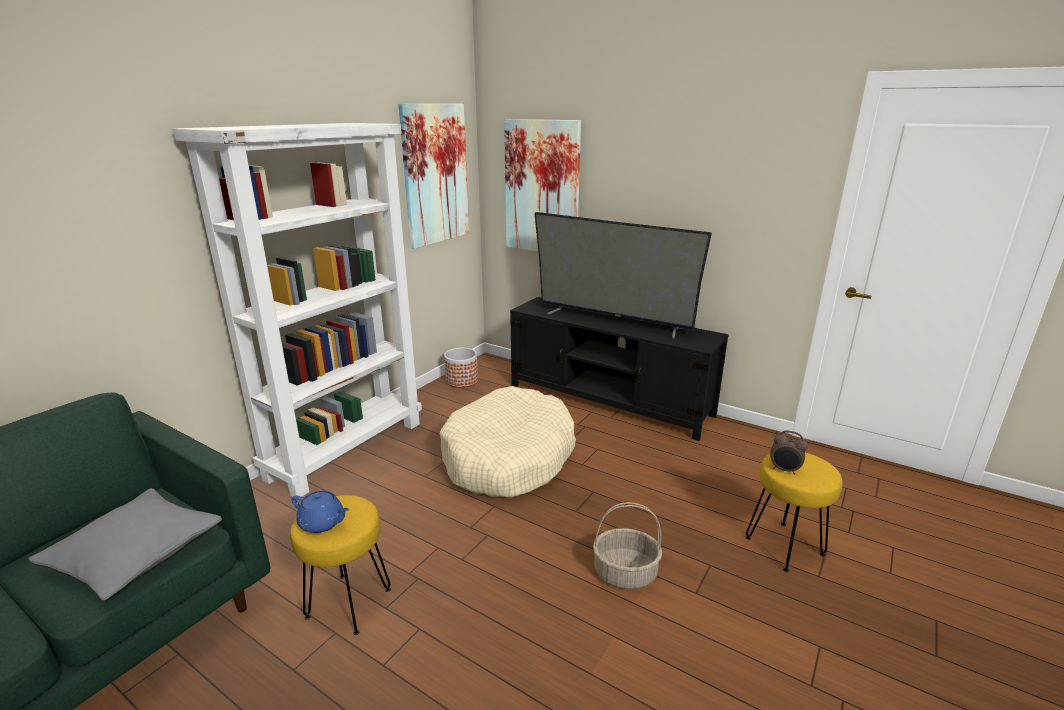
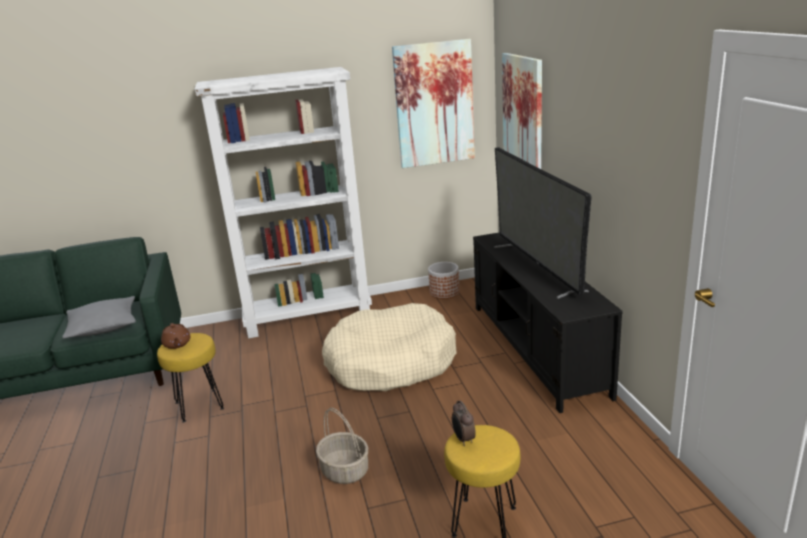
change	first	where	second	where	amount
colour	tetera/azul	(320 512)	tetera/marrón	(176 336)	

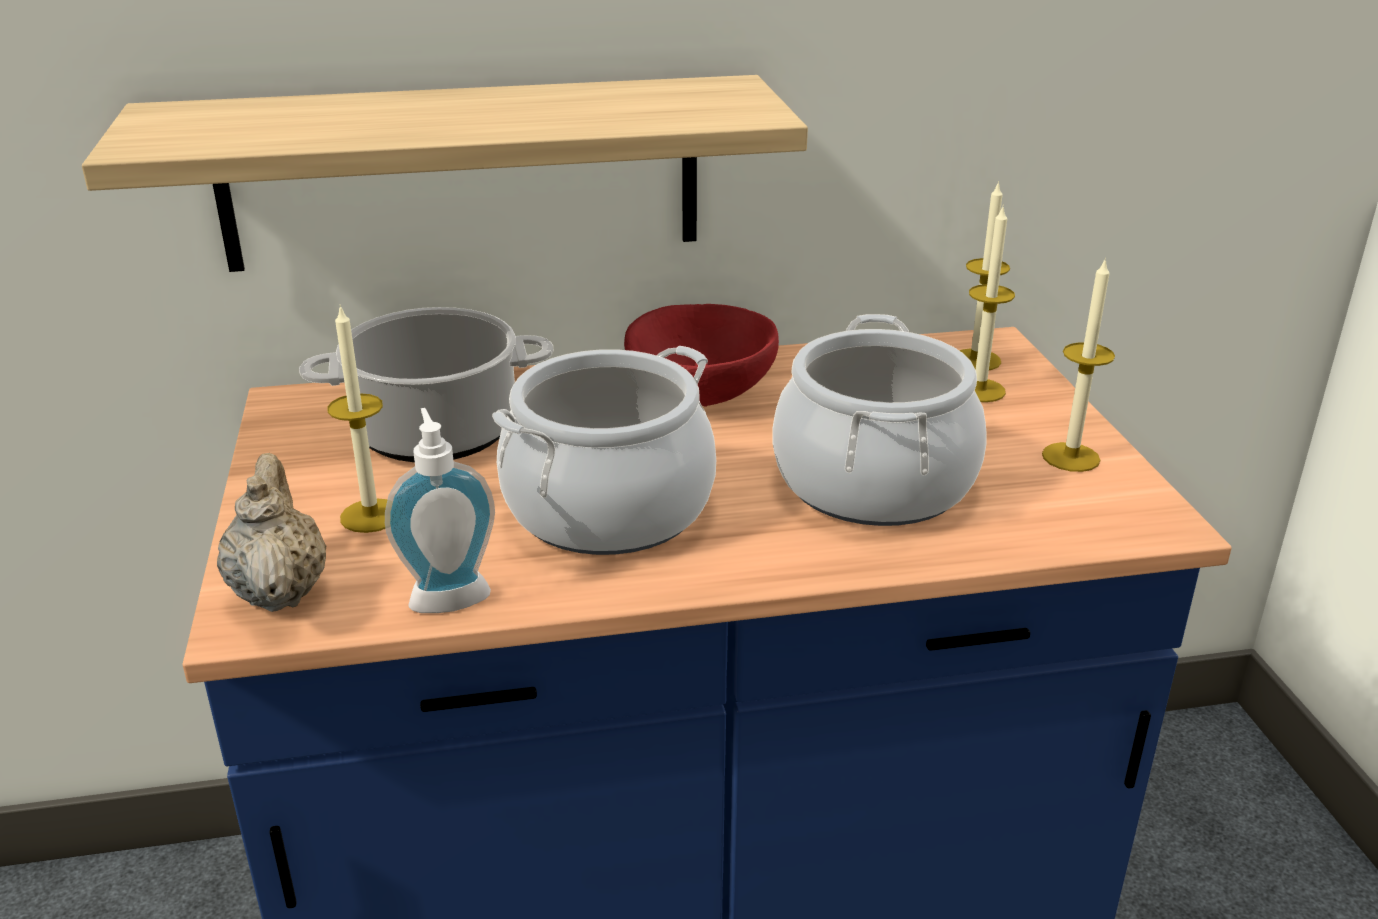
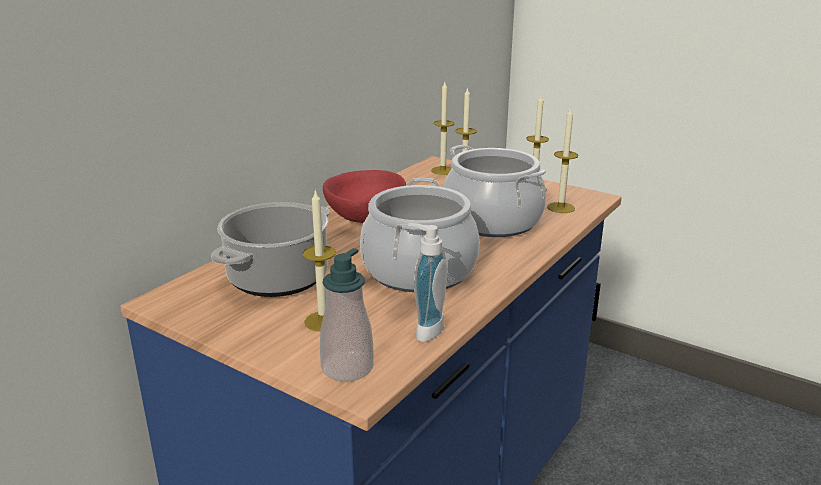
change	first	where	second	where	amount
missing	estante	(445 173)			
exchanged	tetera/beis	(271 532)	dispensador de jabón	(347 315)	
appeared			vela	(562 160)	

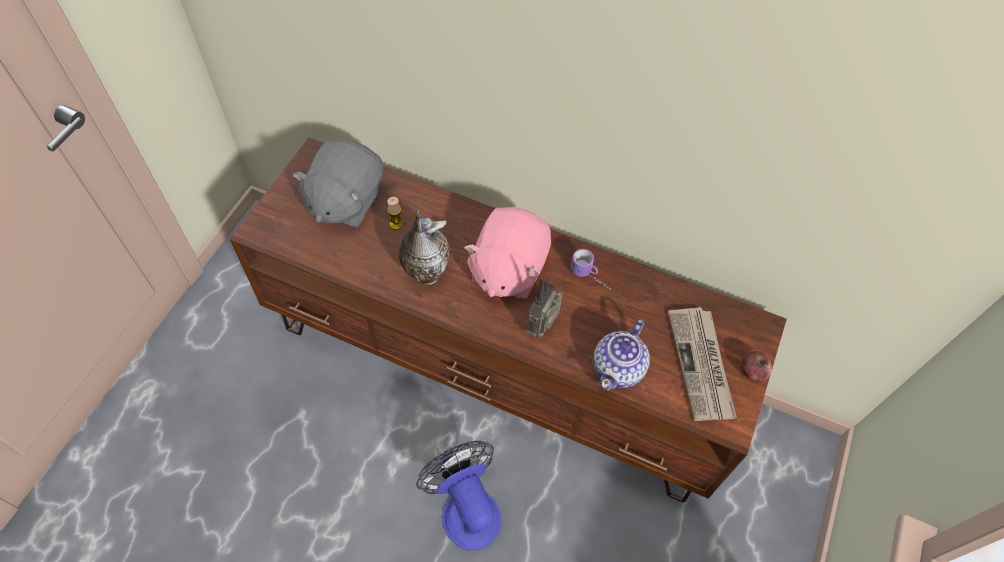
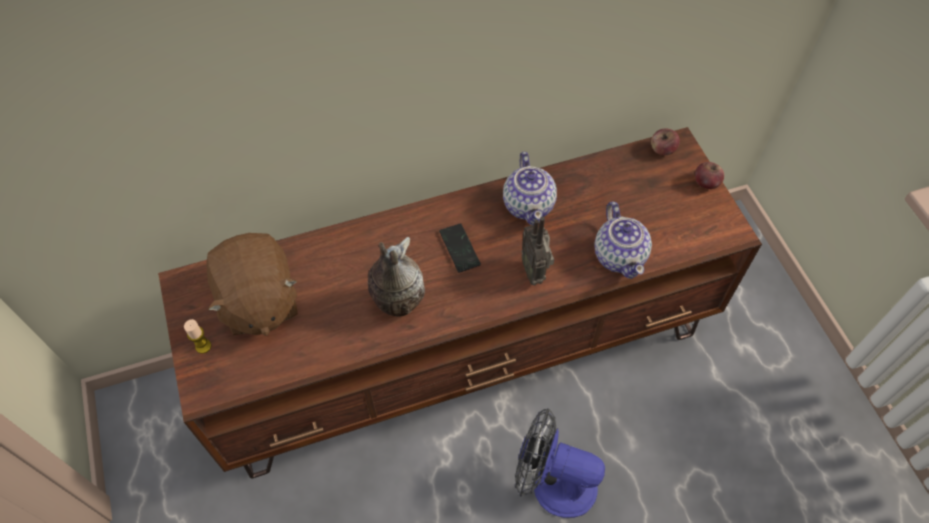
change	first	where	second	where	amount
colour	peluche/gris	(338 183)	peluche/marrón	(252 284)	
relocated	vela	(395 213)		(197 336)	
exchanged	peluche/rosa	(507 253)	móvil	(460 248)	
exchanged	taza grande	(591 269)	tetera	(530 188)	
missing	periódico	(702 364)			
appeared			manzana	(665 141)	

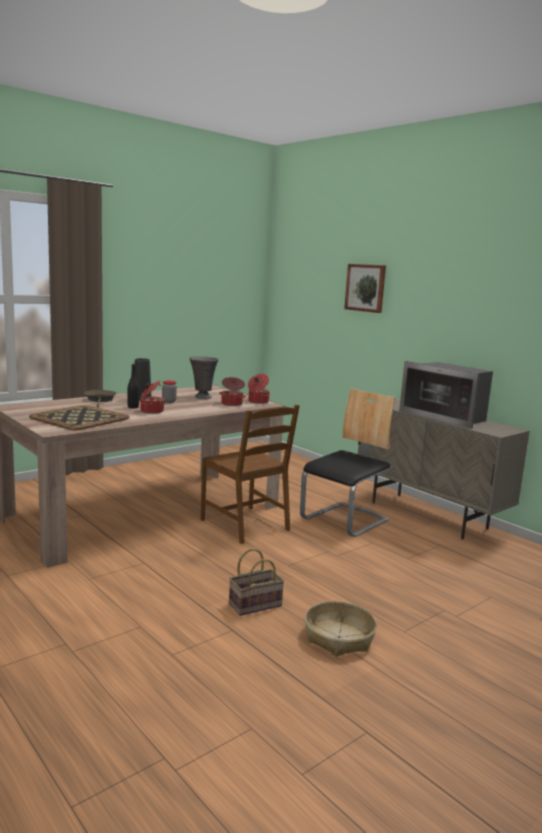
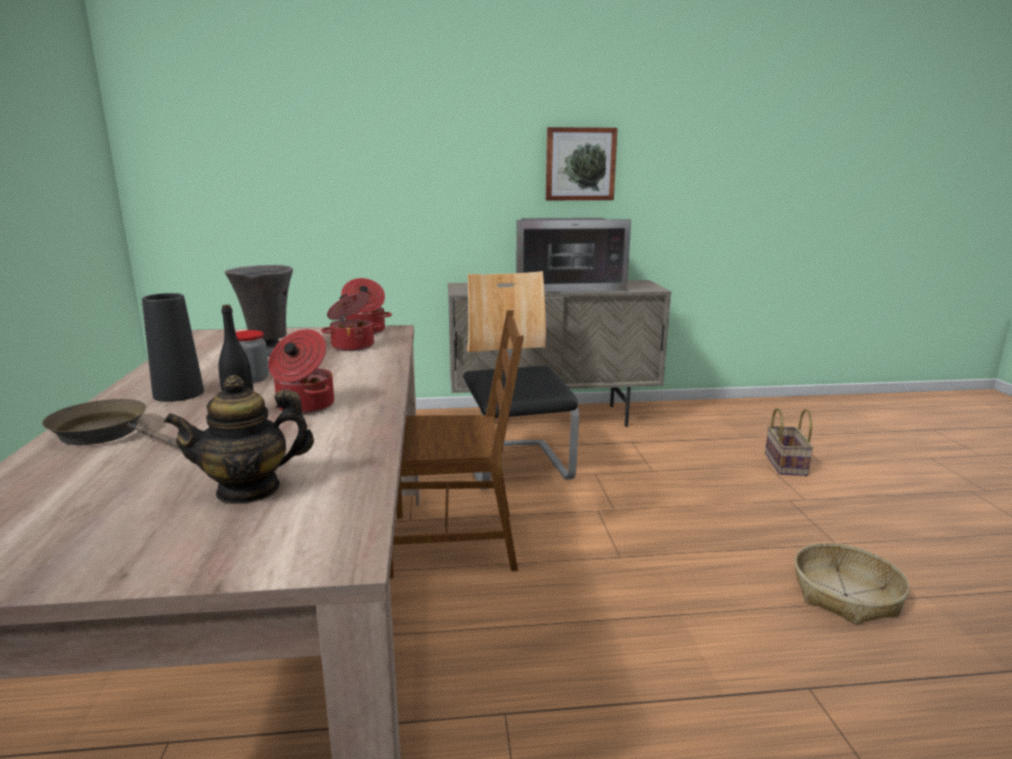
change	first	where	second	where	amount
exchanged	bandeja	(79 417)	tetera	(239 439)	
relocated	cesta	(256 582)		(789 442)	
relocated	cuadro	(365 288)		(582 163)	

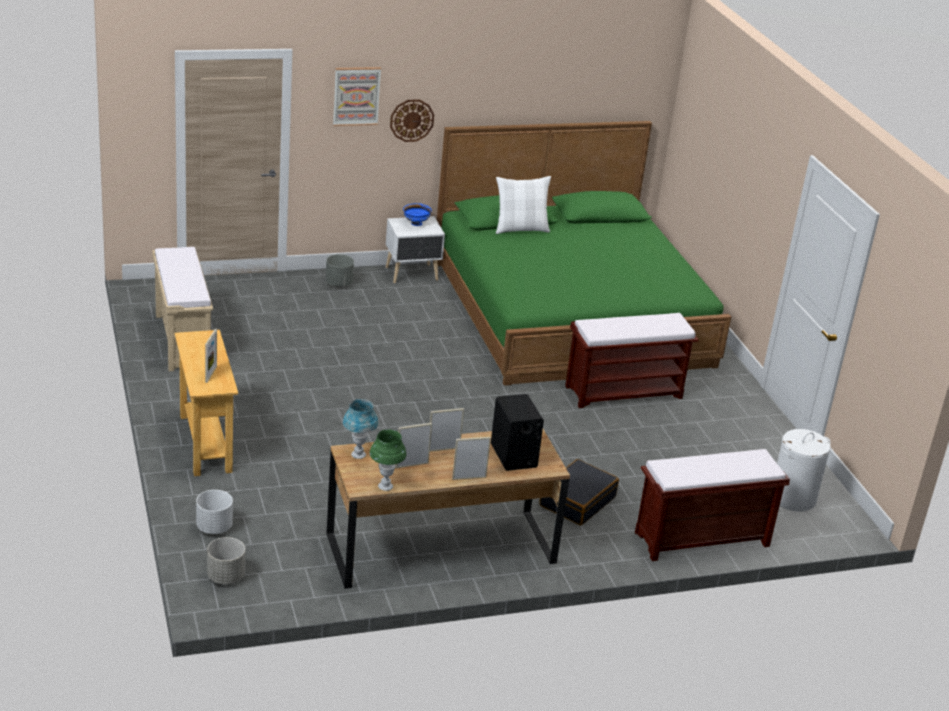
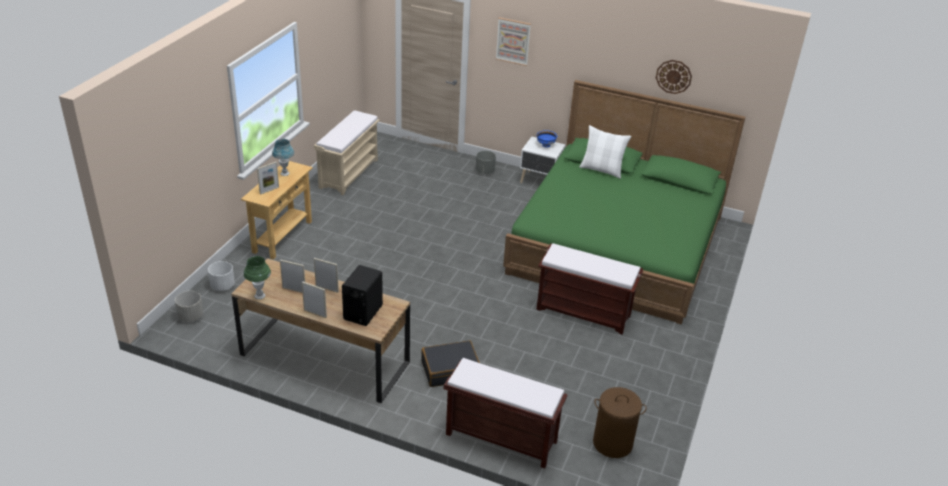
change	first	where	second	where	amount
relocated	lámpara de mesa/azul	(360 429)		(283 157)	
relocated	reloj de pared	(412 120)		(674 77)	
colour	cesto de la ropa/blanco	(804 470)	cesto de la ropa/marrón	(620 422)	

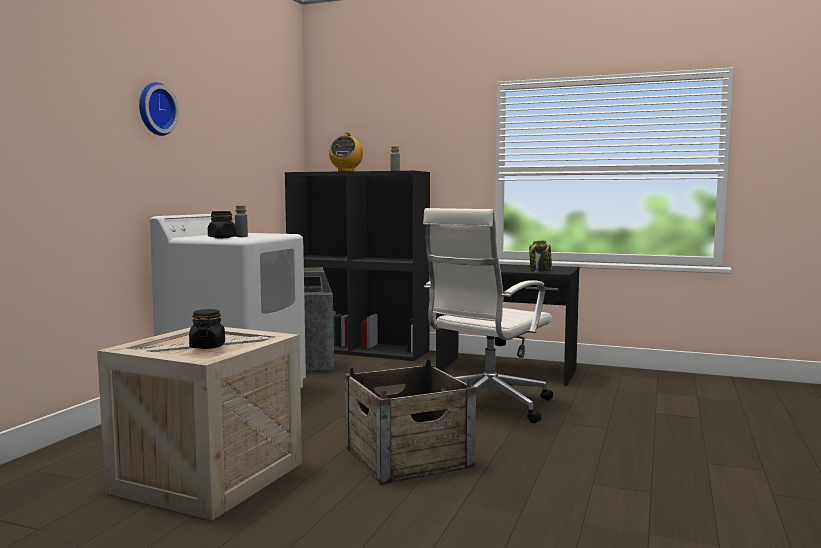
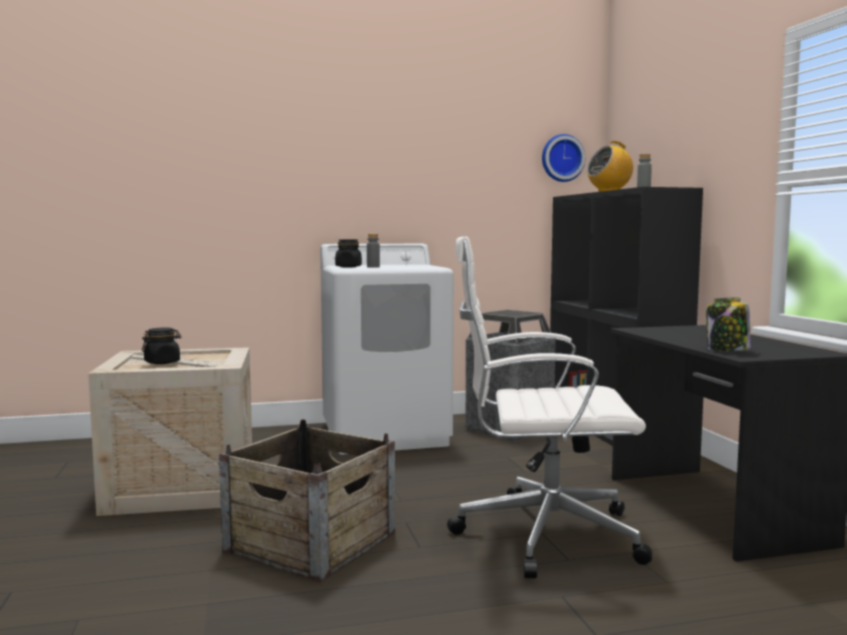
change	first	where	second	where	amount
relocated	reloj de pared	(159 109)		(563 158)	

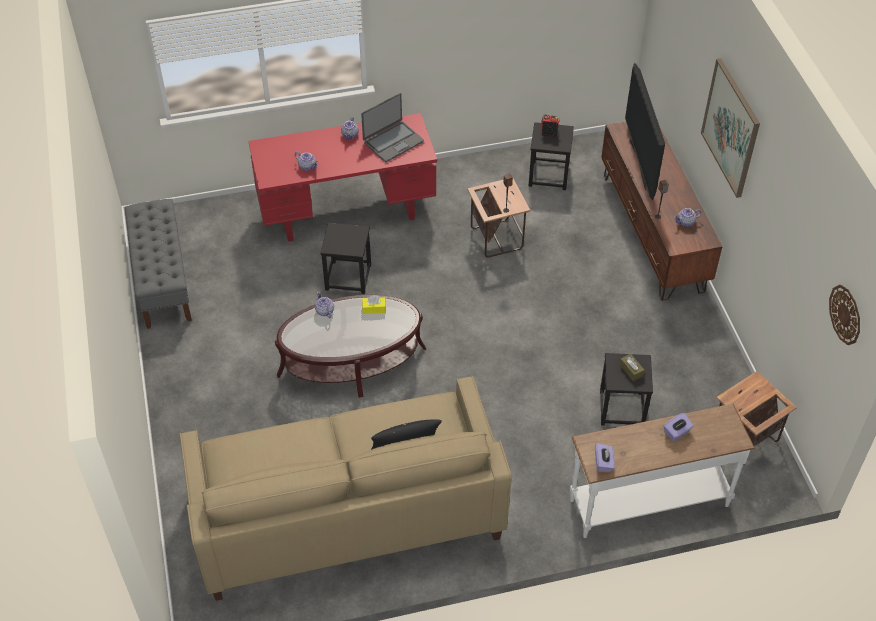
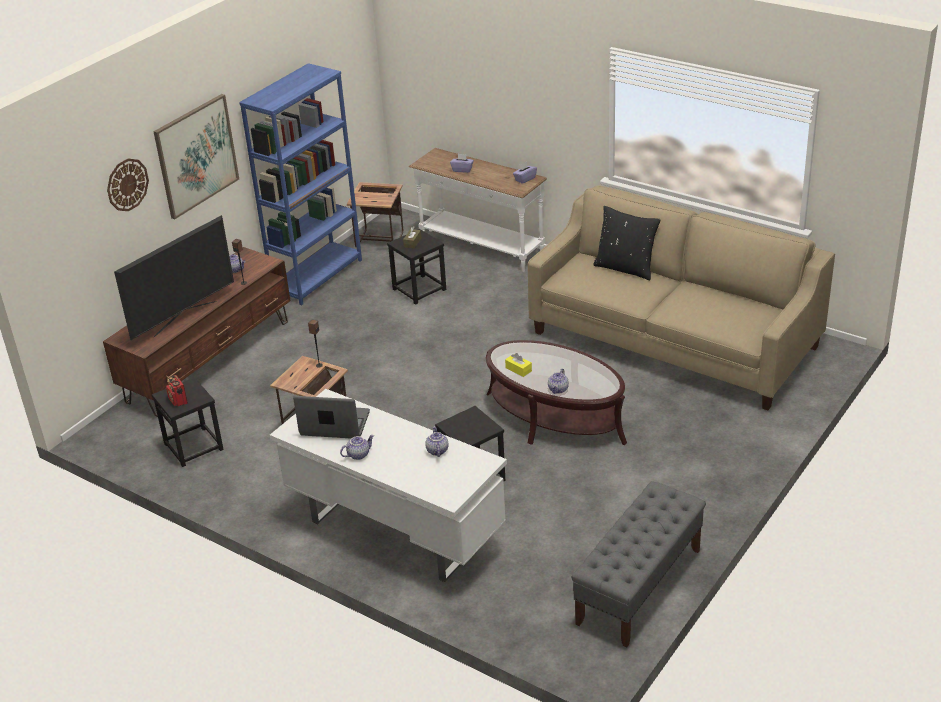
change	first	where	second	where	amount
colour	escritorio/rojo	(342 177)	escritorio/blanco	(388 485)	
relocated	reloj de pared	(844 315)		(128 184)	
appeared			estantería/azul	(300 184)	

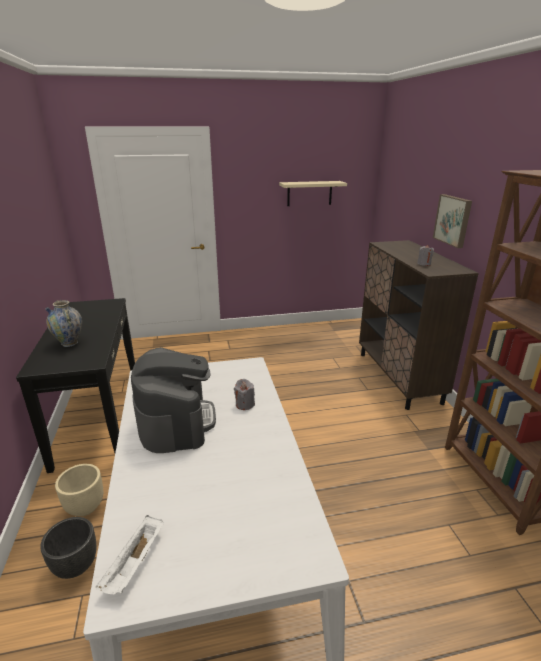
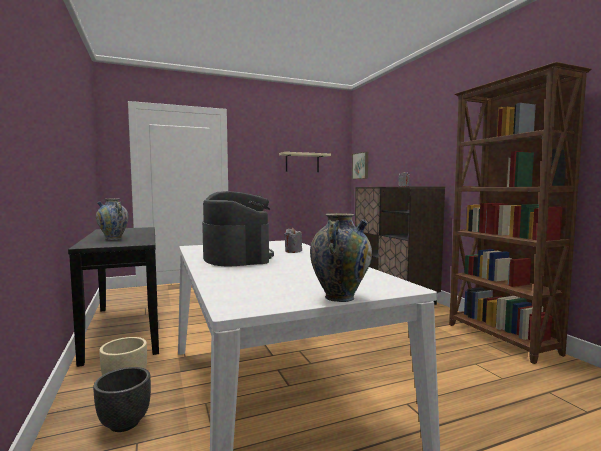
change	first	where	second	where	amount
missing	bandeja/blanco	(130 554)			
relocated	cuadro	(452 221)		(360 165)	
appeared			florero	(341 257)	

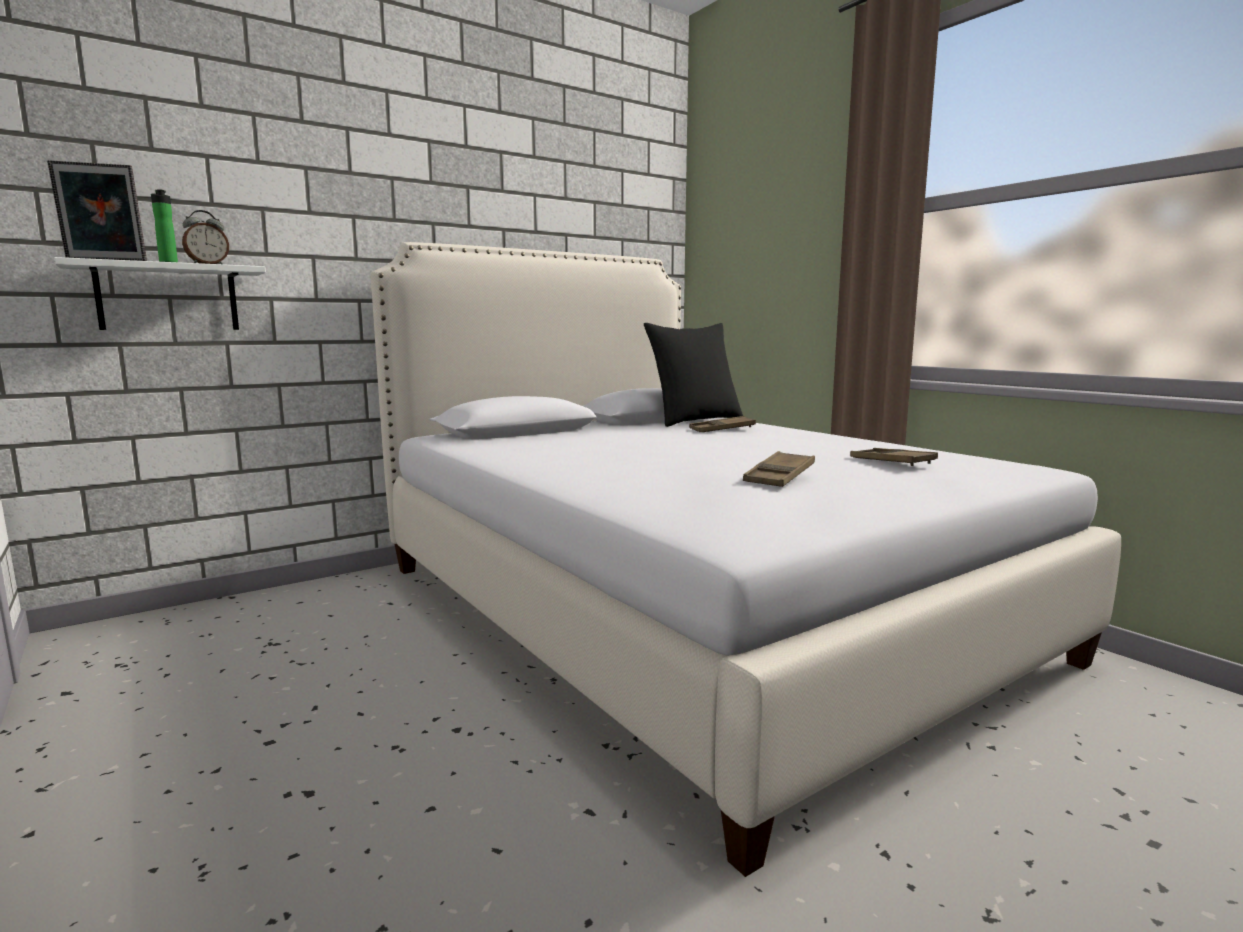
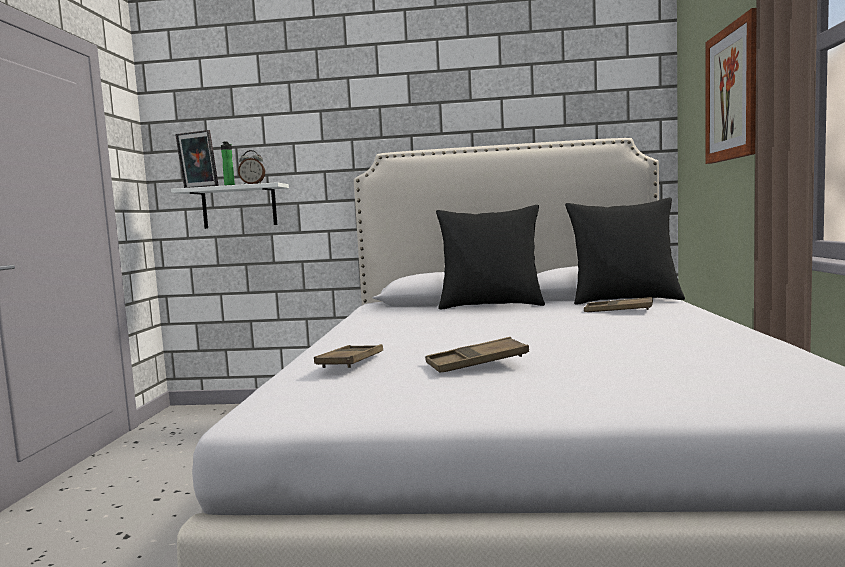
change	first	where	second	where	amount
relocated	bandeja/marrón	(894 457)		(348 356)	
appeared			cojín/negro	(490 257)	
appeared			cuadro	(731 86)	

